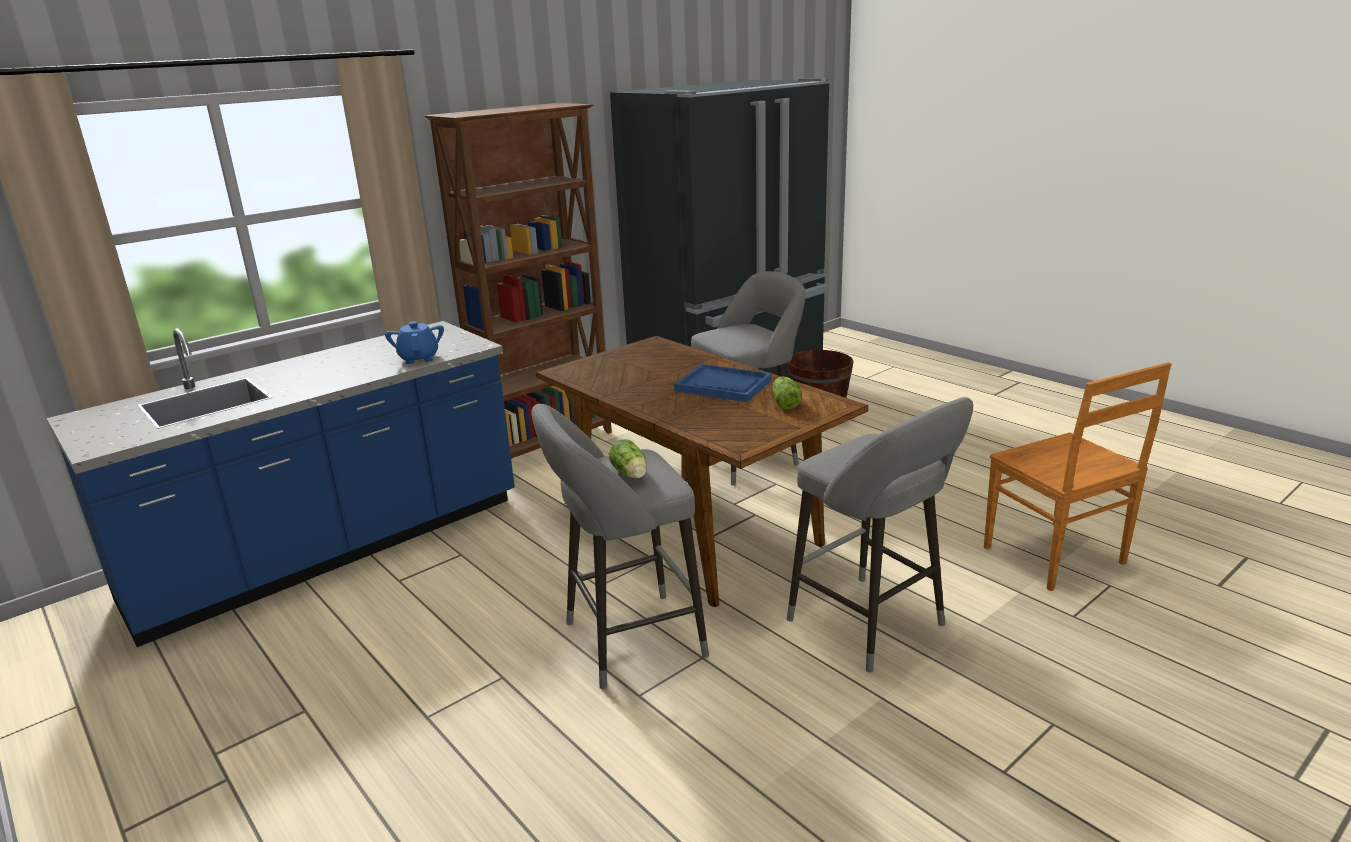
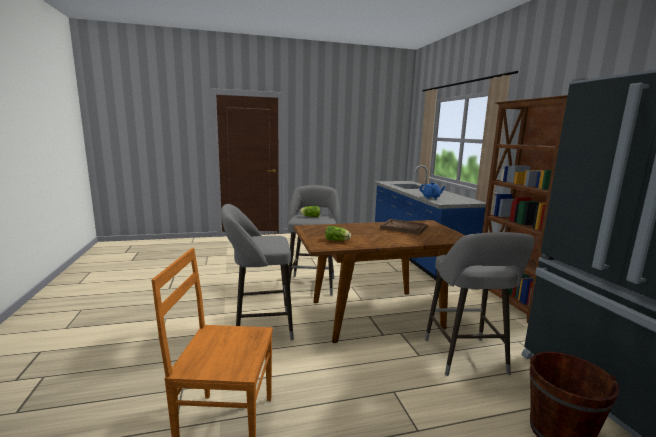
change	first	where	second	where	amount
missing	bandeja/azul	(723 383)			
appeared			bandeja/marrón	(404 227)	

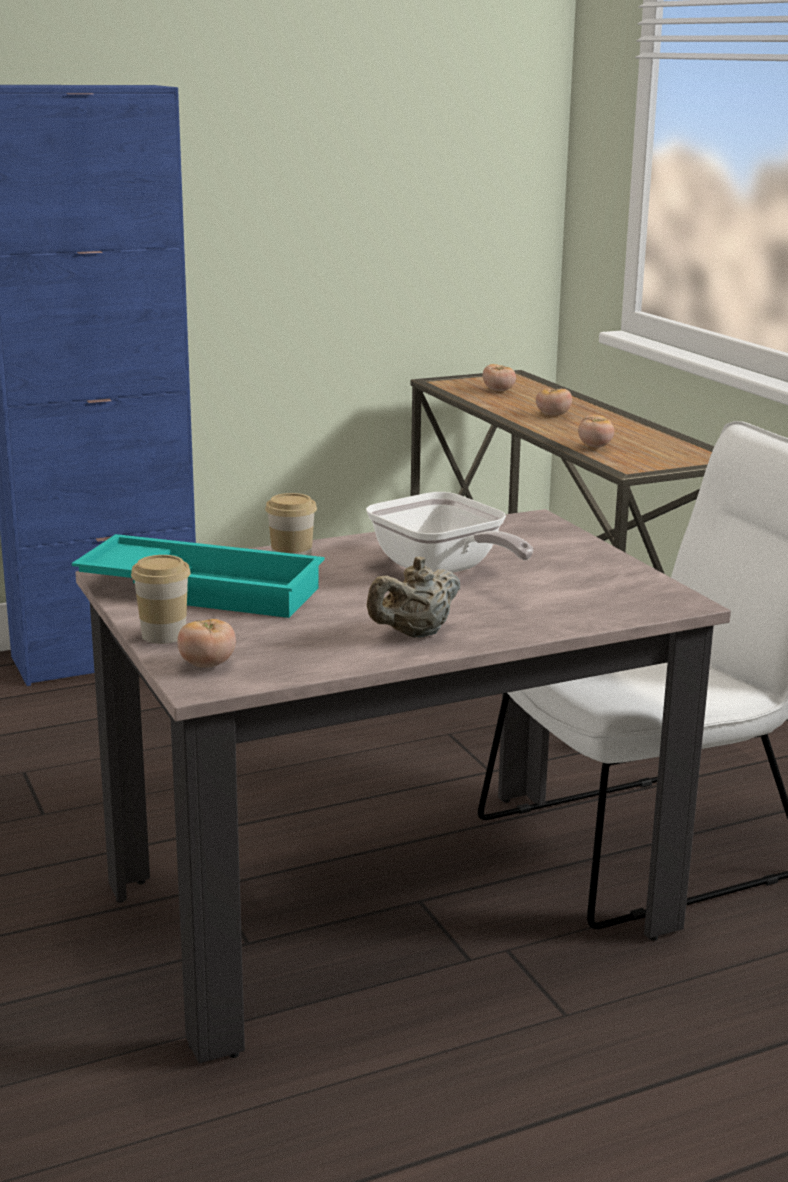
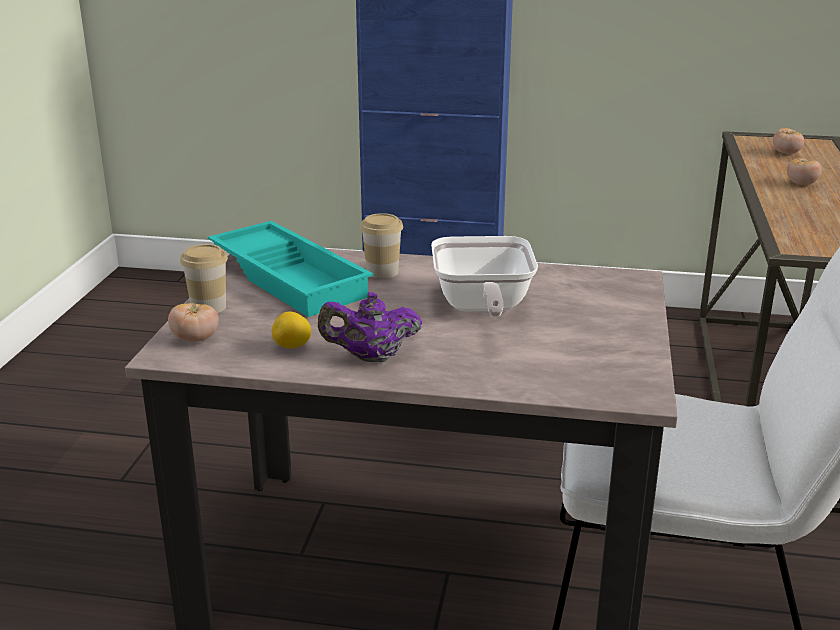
change	first	where	second	where	amount
colour	tetera/beis	(413 597)	tetera/morado	(370 327)	
missing	tomate	(596 431)			
appeared			limón	(291 330)	

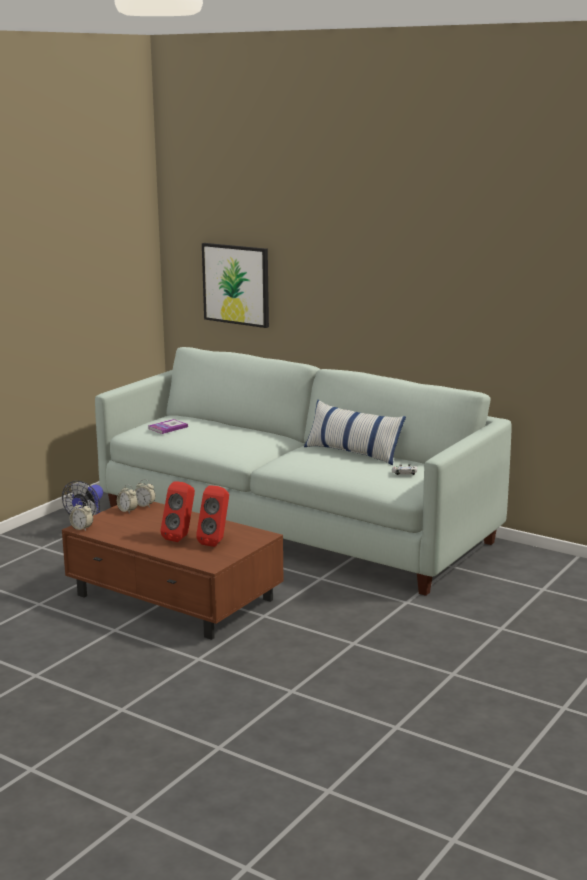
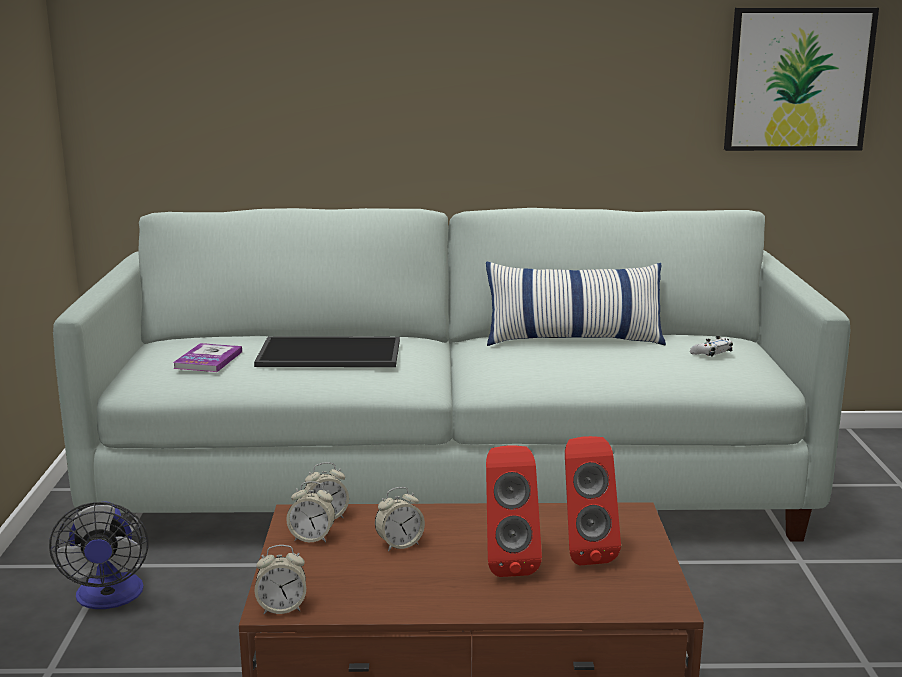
change	first	where	second	where	amount
relocated	cuadro	(235 285)		(801 79)	
appeared			bandeja	(327 351)	
appeared			despertador	(400 519)	

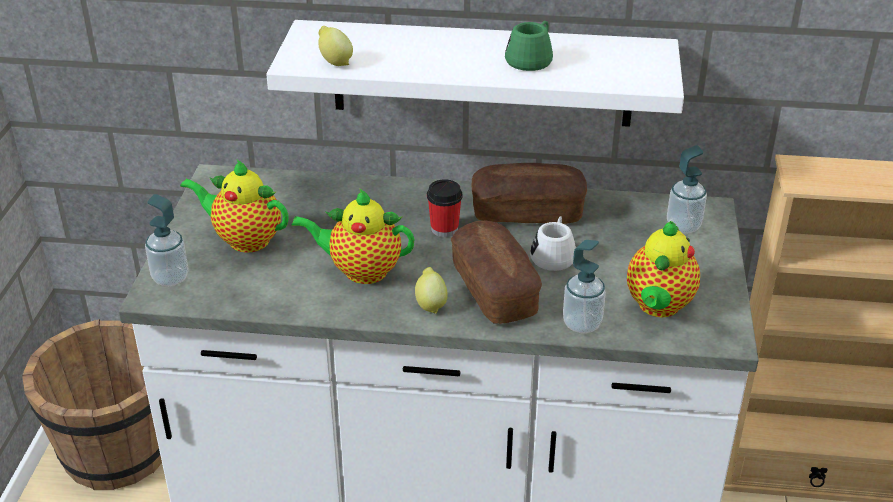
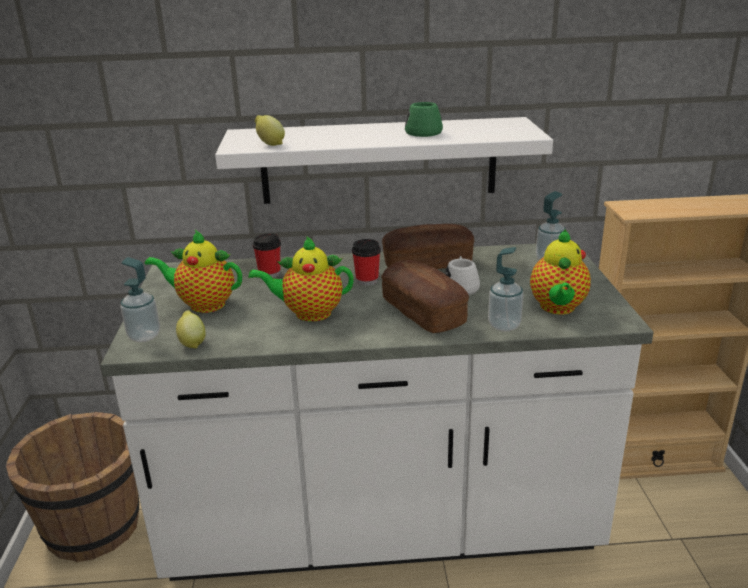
change	first	where	second	where	amount
relocated	limón	(431 290)		(191 329)	
appeared			taza	(266 255)	

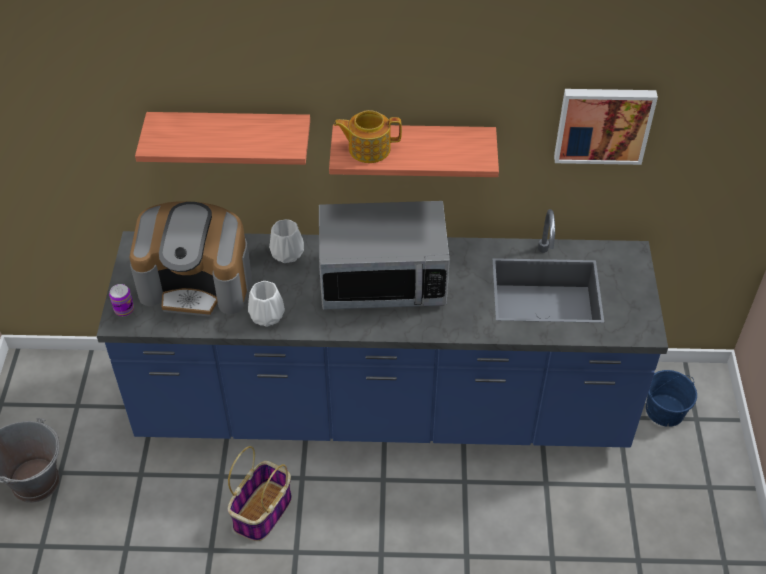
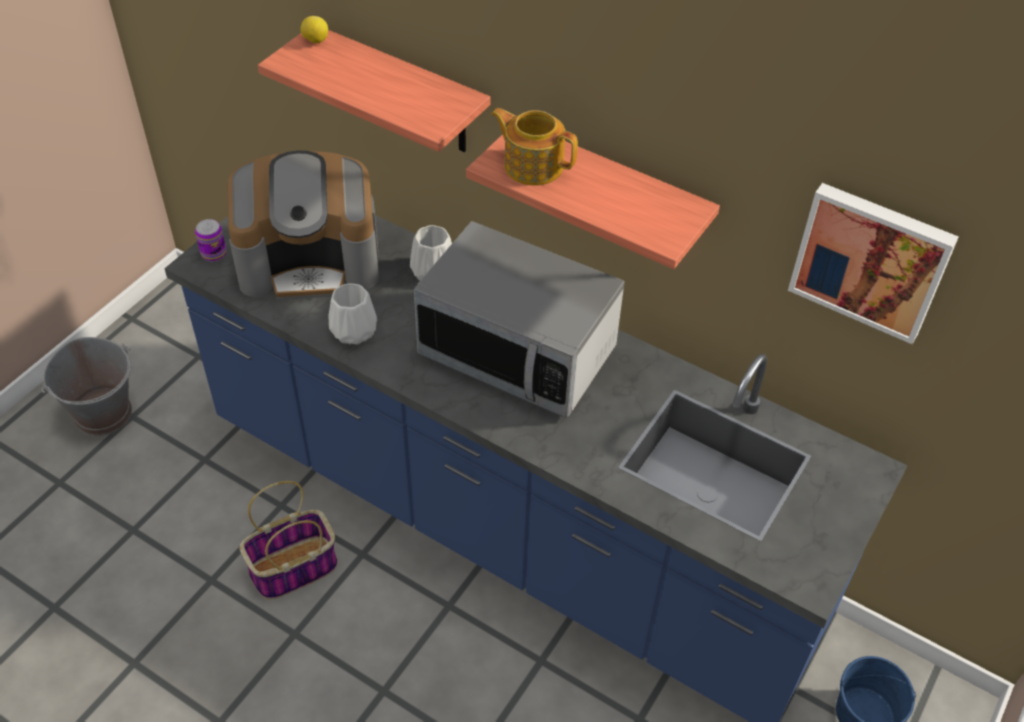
change	first	where	second	where	amount
spun	cafetera	(190 259)		(303 225)	45 degrees counterclockwise
appeared			limón	(314 30)	

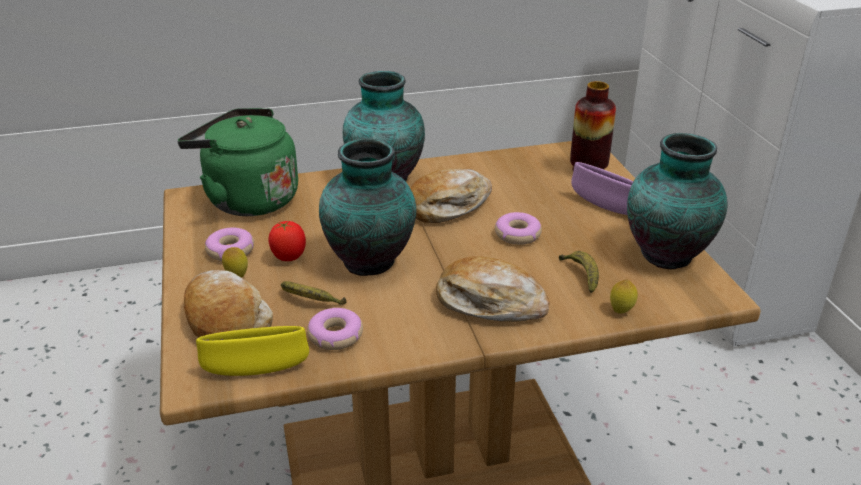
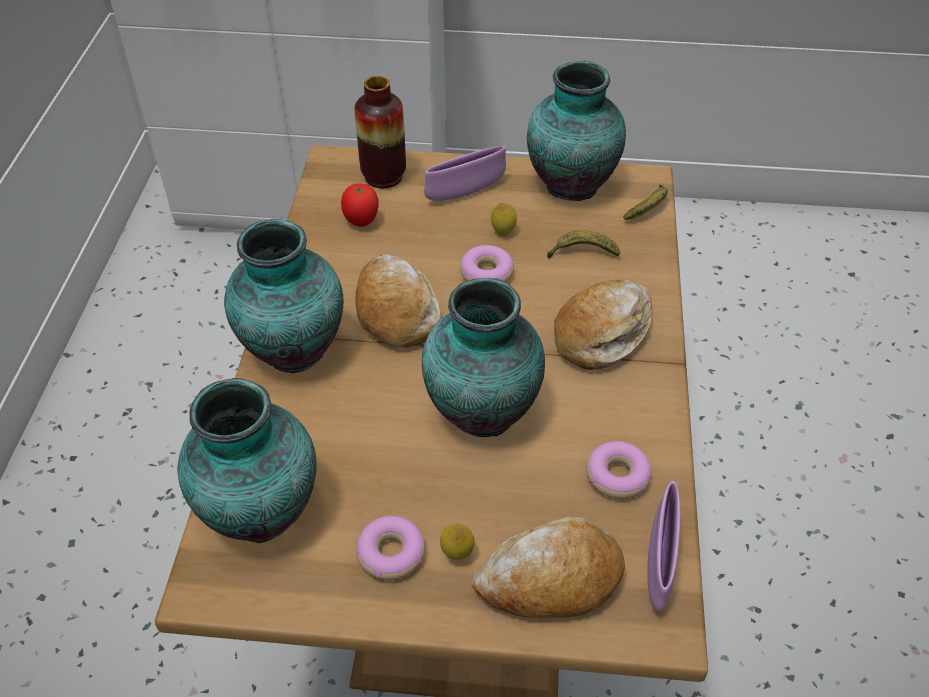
change	first	where	second	where	amount
exchanged	hervidor/verde	(237 162)	florero	(247 460)	
colour	cuenco/amarillo	(252 351)	cuenco/morado	(664 546)	
relocated	tomate	(287 241)		(360 205)	
relocated	plátano	(313 293)		(645 202)	
relocated	limón	(624 296)		(504 219)	

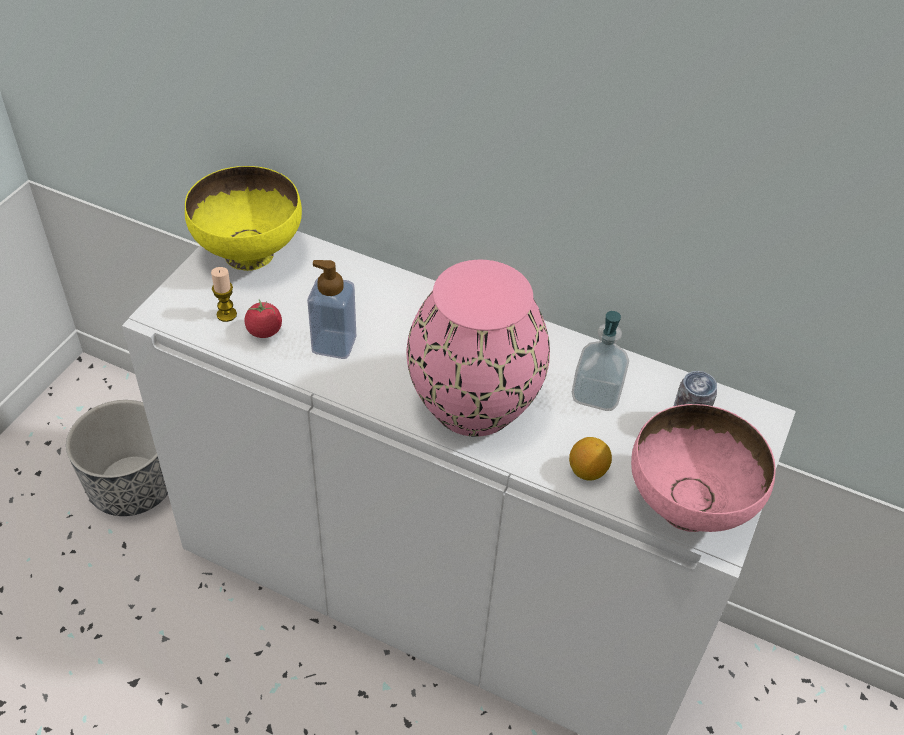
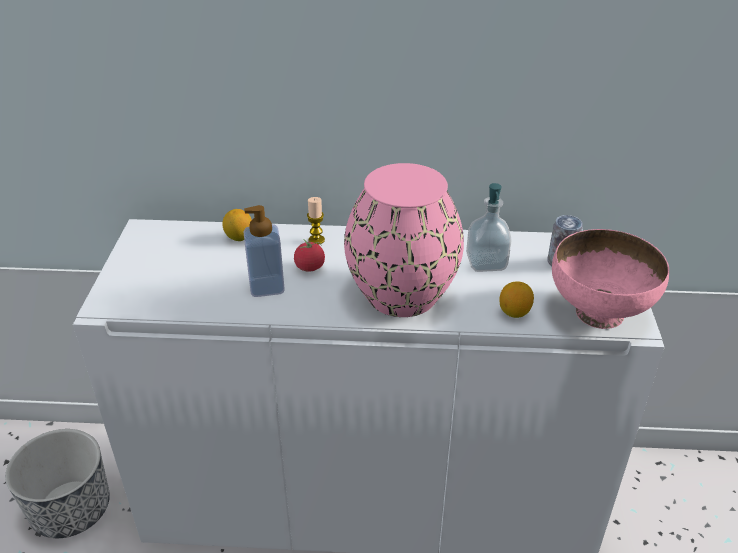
change	first	where	second	where	amount
missing	cuenco/amarillo	(243 218)			
relocated	vela	(224 294)		(316 221)	
relocated	tomate	(263 318)		(309 255)	
appeared			limón	(237 225)	

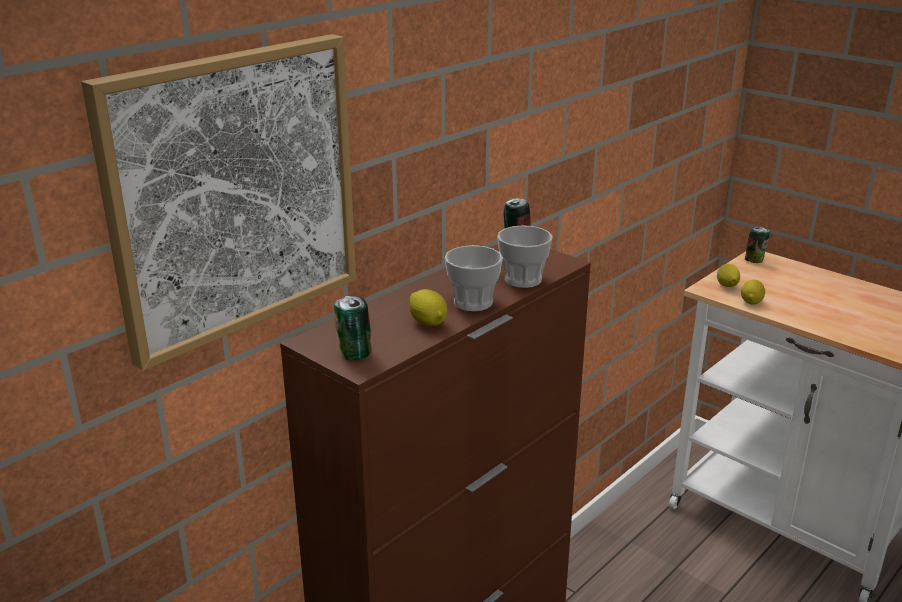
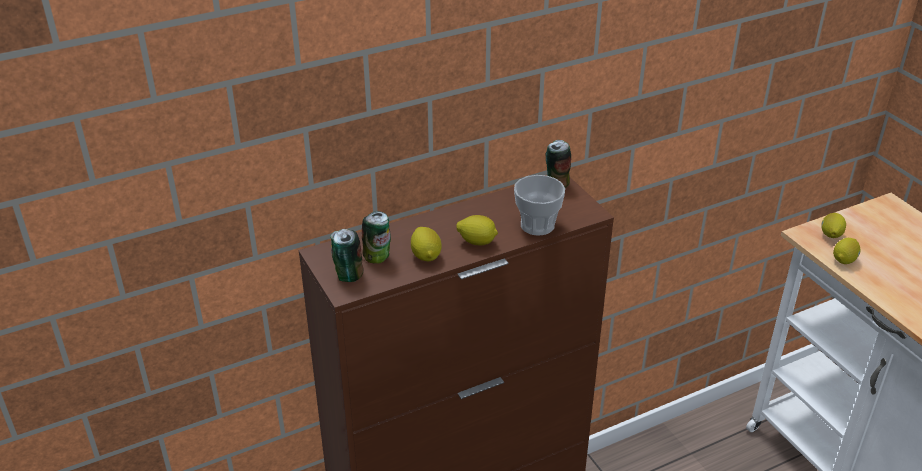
change	first	where	second	where	amount
missing	cuadro	(218 202)			
exchanged	taza	(474 278)	limón	(477 230)	
relocated	lata	(757 245)		(376 237)	

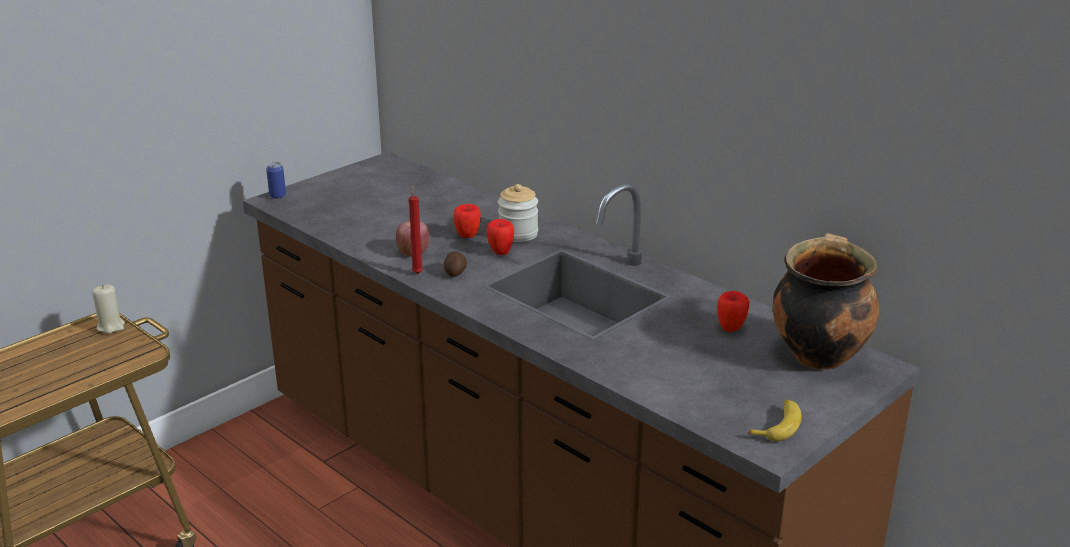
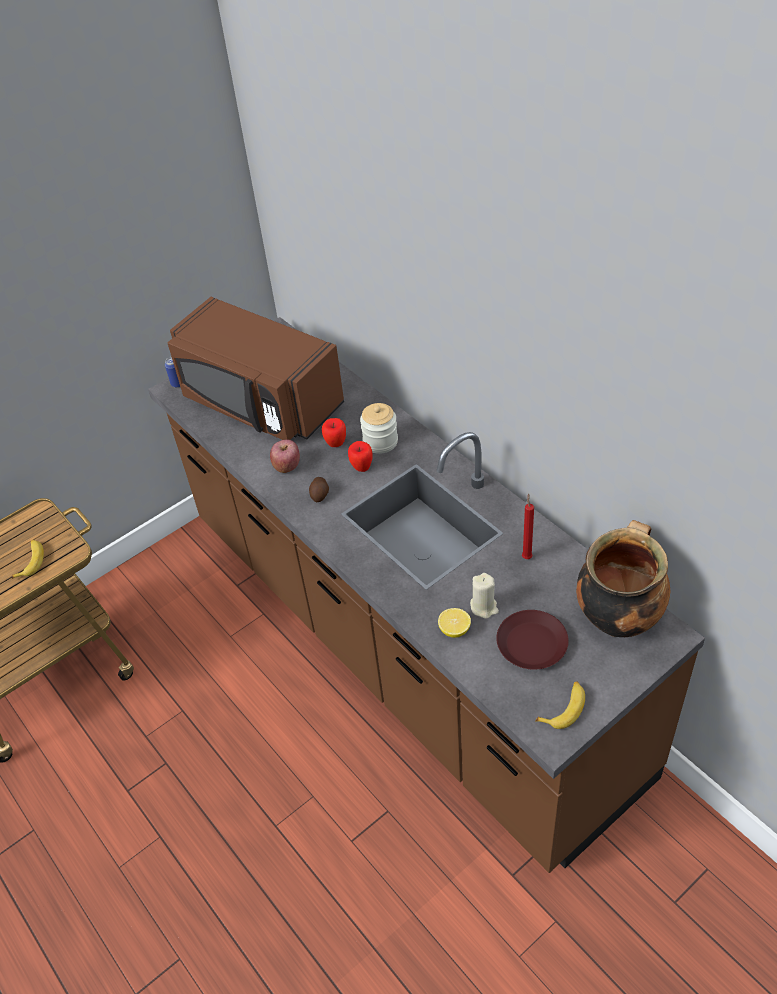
change	first	where	second	where	amount
relocated	vela/beis	(108 308)		(484 596)	
relocated	vela/rojo	(416 229)		(528 526)	
missing	manzana	(733 311)			
appeared			plátano	(28 559)	
appeared			microondas/marrón	(255 368)	
appeared			limón	(454 623)	
appeared			plato/marrón	(532 640)	

